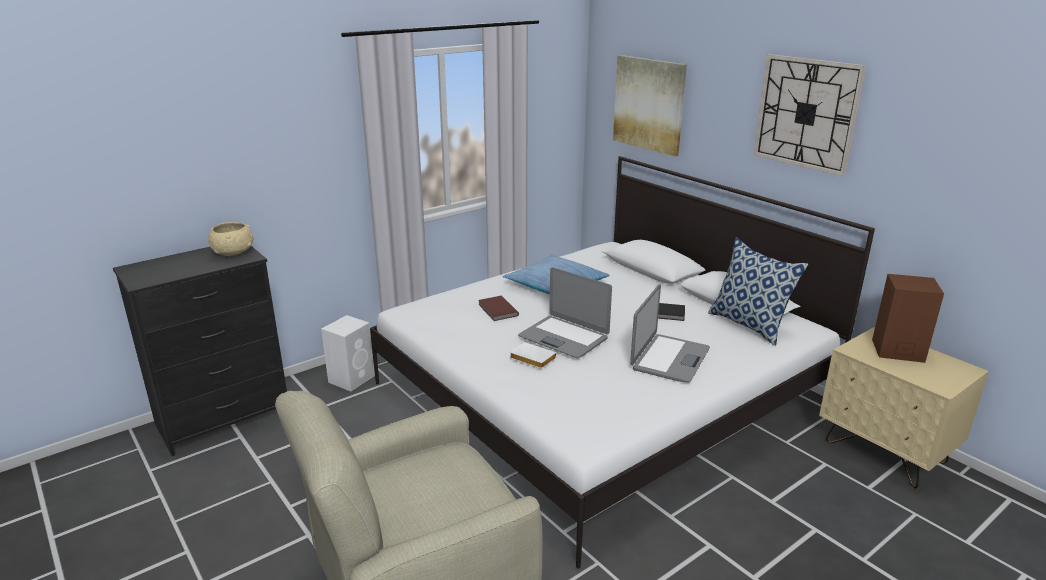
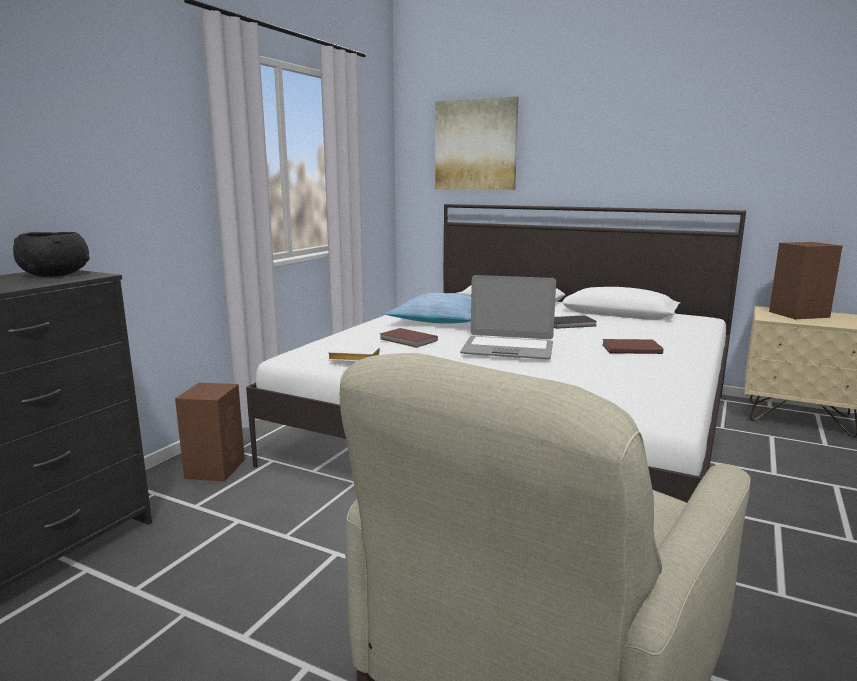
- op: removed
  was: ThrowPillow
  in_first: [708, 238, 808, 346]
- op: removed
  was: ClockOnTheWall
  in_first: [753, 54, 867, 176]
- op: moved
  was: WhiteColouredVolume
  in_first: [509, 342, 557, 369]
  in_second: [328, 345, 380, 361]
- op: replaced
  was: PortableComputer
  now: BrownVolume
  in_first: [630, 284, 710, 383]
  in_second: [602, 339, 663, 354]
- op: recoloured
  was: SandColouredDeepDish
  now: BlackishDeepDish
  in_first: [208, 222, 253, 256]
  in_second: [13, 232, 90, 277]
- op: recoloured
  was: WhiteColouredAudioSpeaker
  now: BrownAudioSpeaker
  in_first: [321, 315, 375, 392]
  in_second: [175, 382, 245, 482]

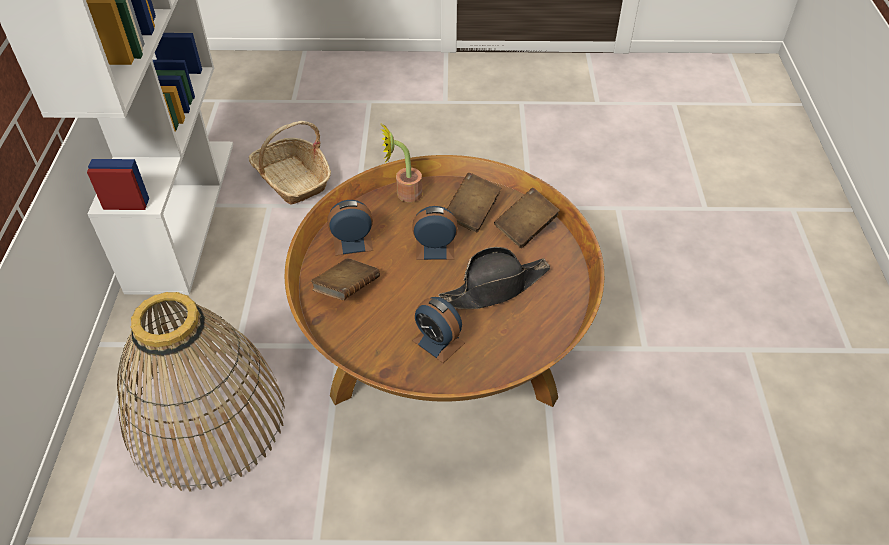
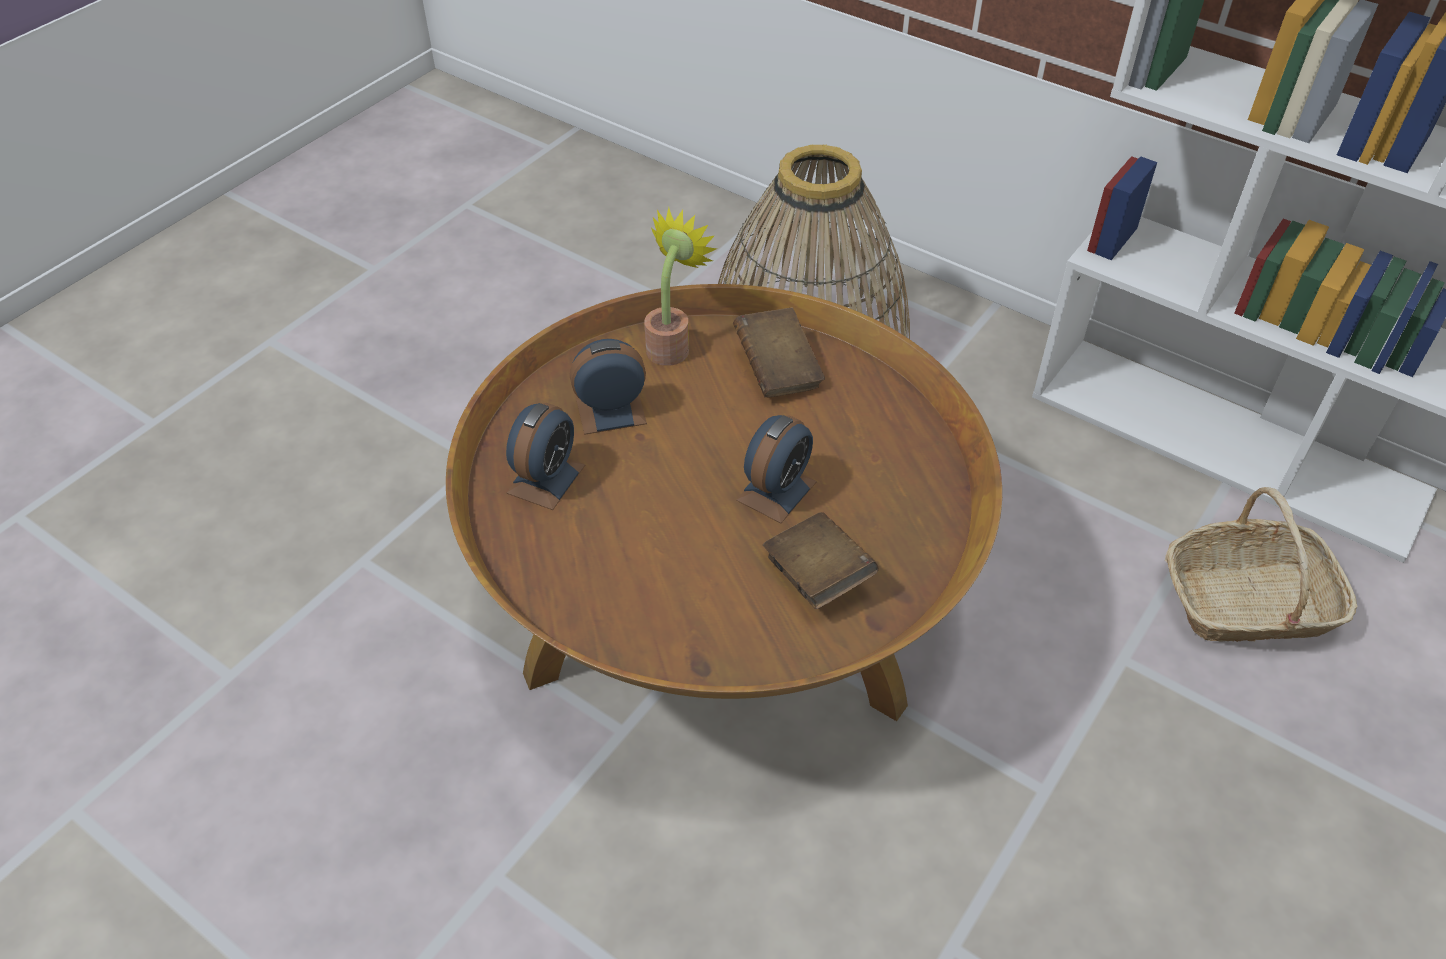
- op: removed
  was: BlackishWearableHat
  in_first: [439, 247, 550, 309]
- op: removed
  was: BrownVolume
  in_first: [494, 188, 560, 248]
- op: moved
  was: TableClock
  in_first: [327, 200, 373, 256]
  in_second: [506, 403, 585, 510]
- op: moved
  was: Houseplant
  in_first: [381, 122, 422, 202]
  in_second: [644, 208, 717, 366]

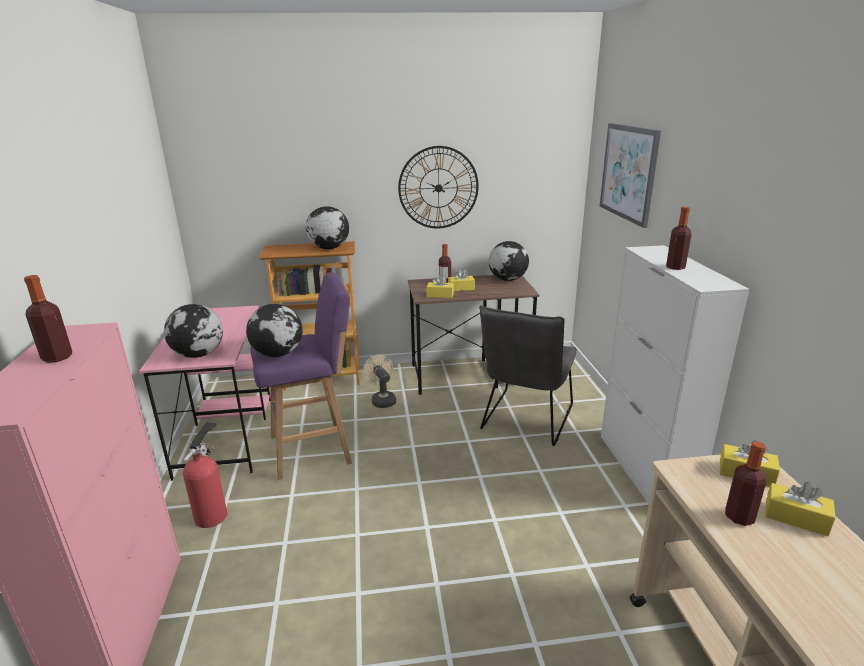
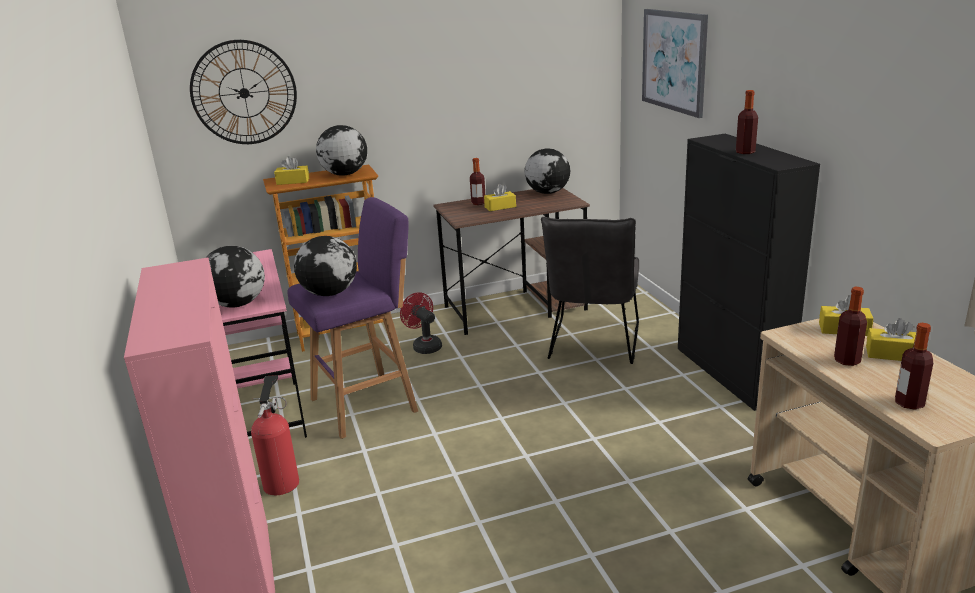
- op: moved
  was: Bottle
  in_first: [24, 275, 73, 363]
  in_second: [895, 323, 933, 410]
- op: moved
  was: ClockOnTheWall
  in_first: [398, 146, 479, 228]
  in_second: [190, 40, 297, 144]
- op: moved
  was: YellowishTissueBox
  in_first: [427, 275, 454, 298]
  in_second: [274, 156, 309, 185]
- op: recoloured
  was: SandColouredFan
  now: RedColouredFan
  in_first: [362, 354, 396, 408]
  in_second: [400, 292, 442, 354]
- op: recoloured
  was: WhiteColouredStorageCabinet
  now: BlackishStorageCabinet
  in_first: [601, 245, 749, 504]
  in_second: [678, 134, 820, 411]

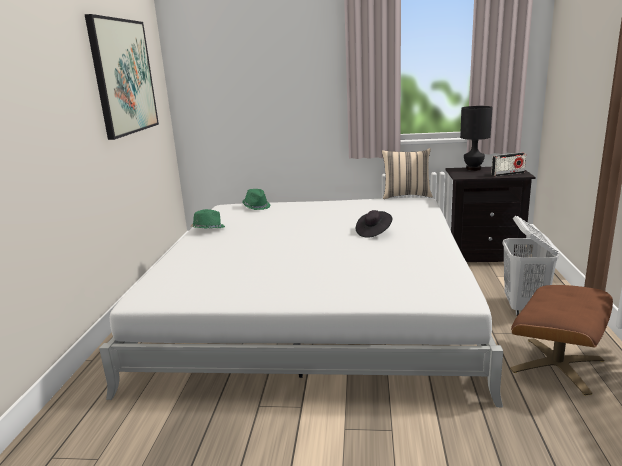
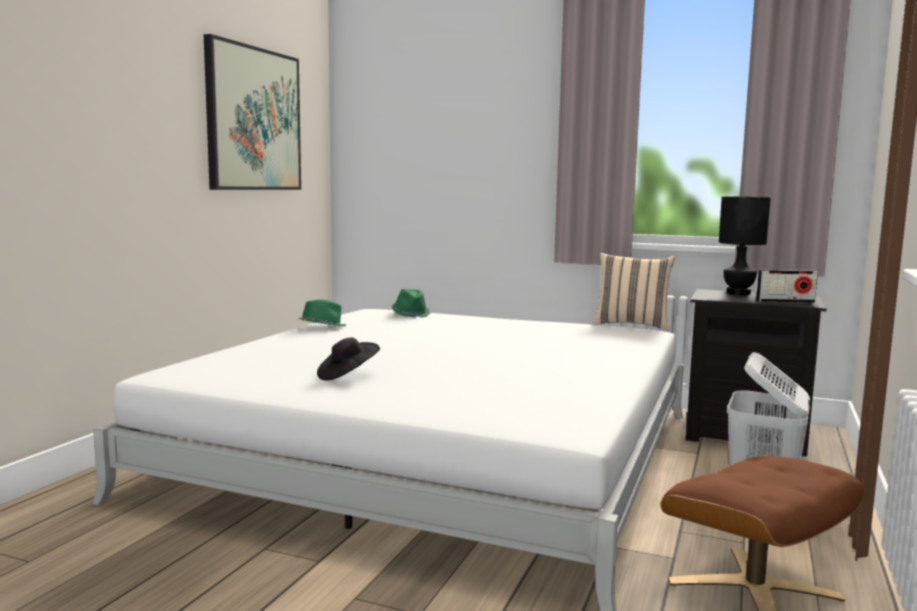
- op: moved
  was: BlackishWearableHat
  in_first: [356, 210, 392, 238]
  in_second: [317, 338, 380, 381]

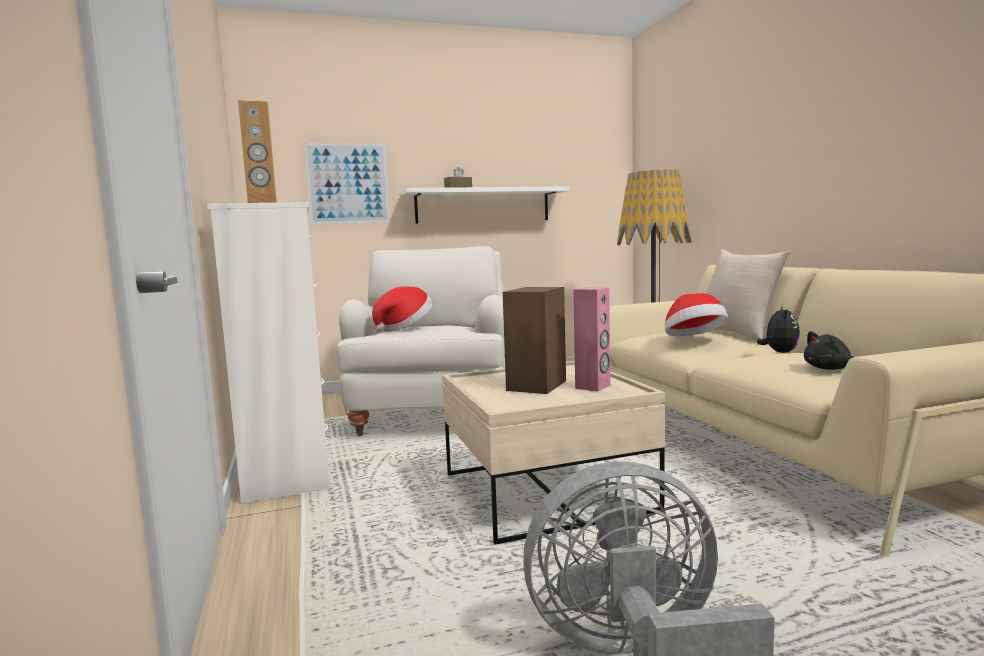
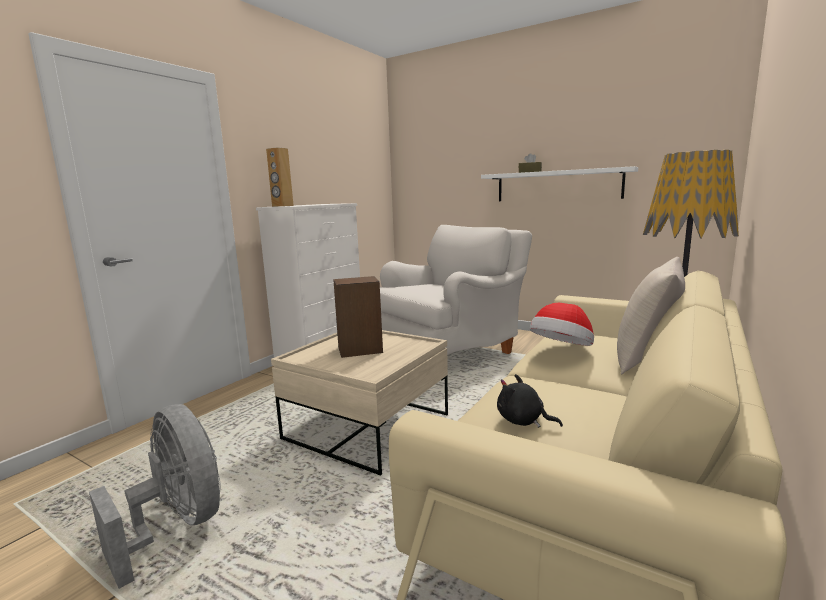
- op: removed
  was: Picture
  in_first: [304, 143, 390, 225]
- op: removed
  was: WearableHat
  in_first: [372, 286, 433, 332]
- op: removed
  was: PinkishAudioSpeaker
  in_first: [573, 287, 610, 392]
- op: removed
  was: SoftToy
  in_first: [757, 305, 800, 353]

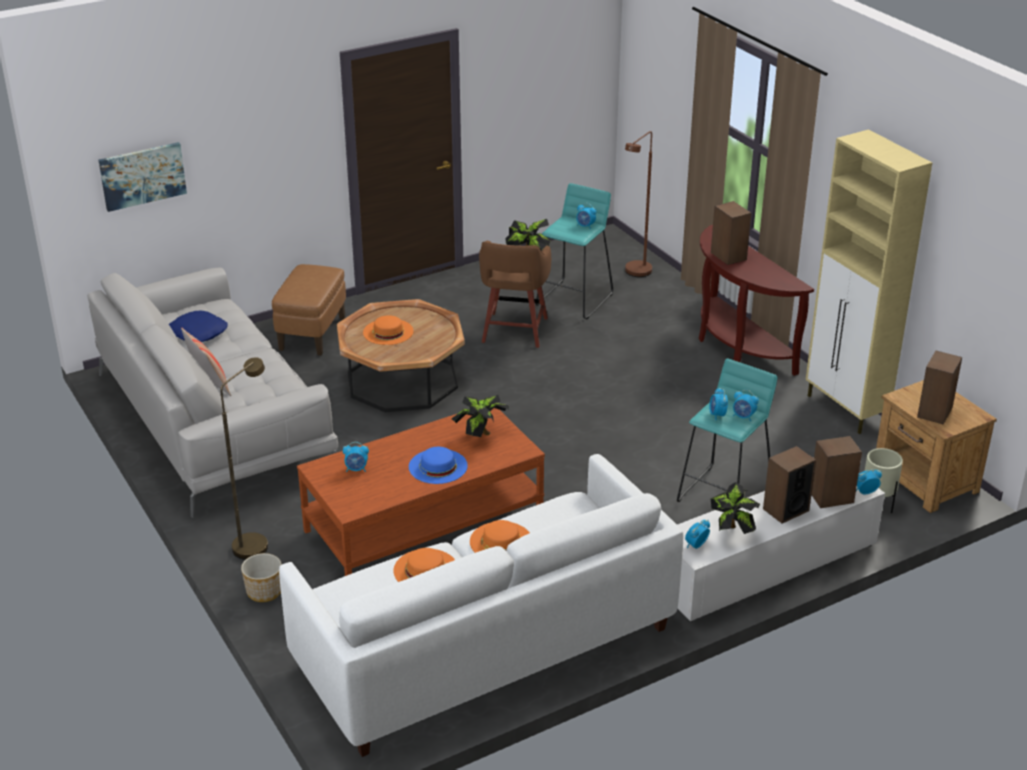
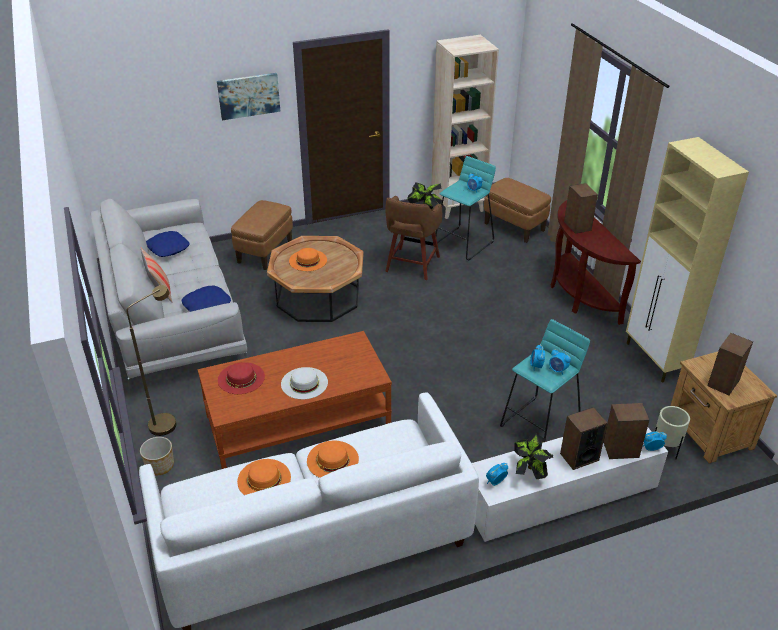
- op: removed
  was: Houseplant
  in_first: [451, 395, 509, 437]
- op: added
  now: BluishThrowPillow
  in_second: [181, 286, 231, 312]
- op: added
  now: SandColouredBookcase
  in_second: [431, 35, 499, 219]
- op: moved
  was: Picture
  in_first: [98, 142, 187, 212]
  in_second: [217, 73, 281, 120]
- op: replaced
  was: TableClock
  now: RedColouredWearableHat
  in_first: [343, 442, 369, 472]
  in_second: [218, 362, 265, 394]
- op: replaced
  was: BrownFloorLamp
  now: BrownFootrest
  in_first: [625, 131, 652, 277]
  in_second: [484, 178, 551, 243]
- op: recoloured
  was: BluishWearableHat
  now: WhiteColouredWearableHat
  in_first: [409, 447, 468, 484]
  in_second: [281, 367, 328, 399]

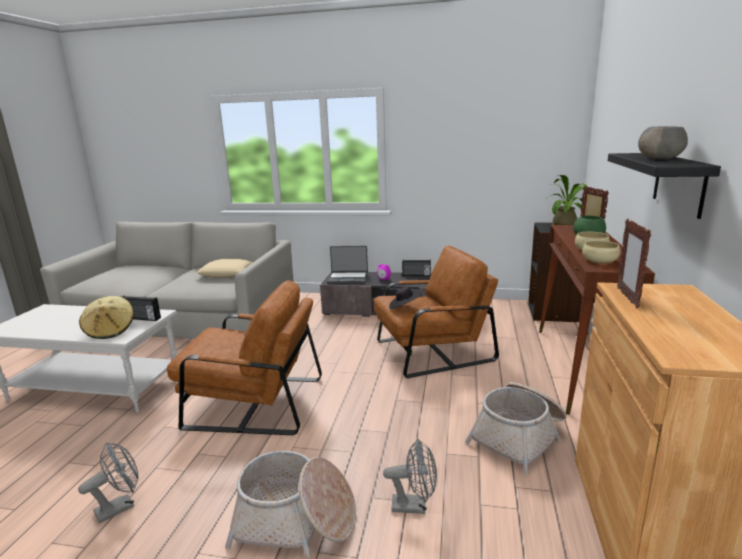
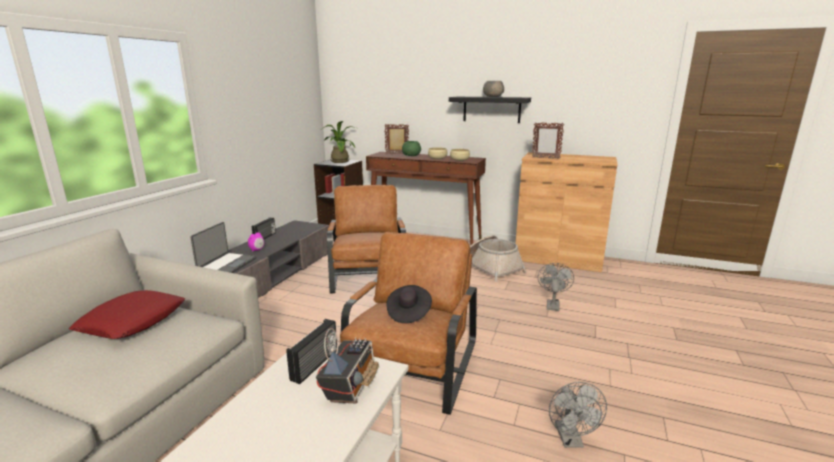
- op: removed
  was: StorageBasket
  in_first: [225, 451, 356, 558]
- op: moved
  was: BlackishWearableHat
  in_first: [389, 287, 422, 309]
  in_second: [387, 285, 432, 323]
- op: replaced
  was: SandColouredWearableHat
  now: Radio
  in_first: [79, 296, 134, 339]
  in_second: [316, 328, 379, 404]
- op: recoloured
  was: SandColouredThrowPillow
  now: RedColouredThrowPillow
  in_first: [196, 259, 253, 278]
  in_second: [69, 290, 185, 339]
- op: turned
  was: GreyFan
  in_first: [78, 442, 138, 523]
  in_second: [549, 382, 607, 448]
  clockwise: -150

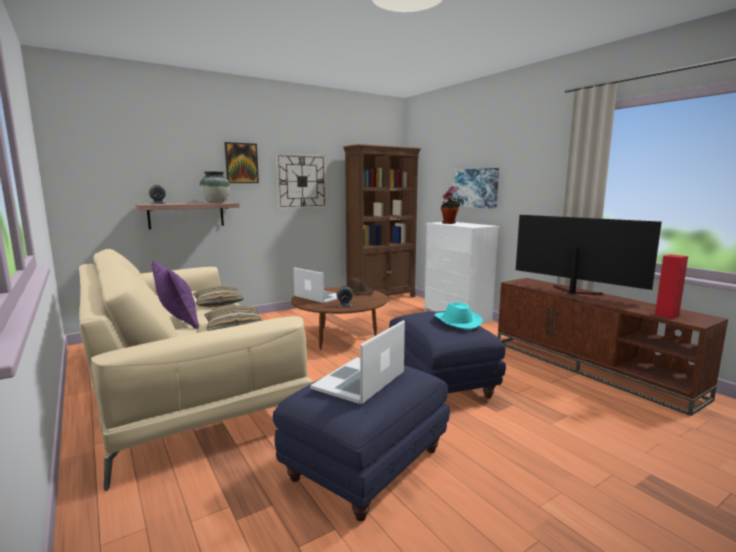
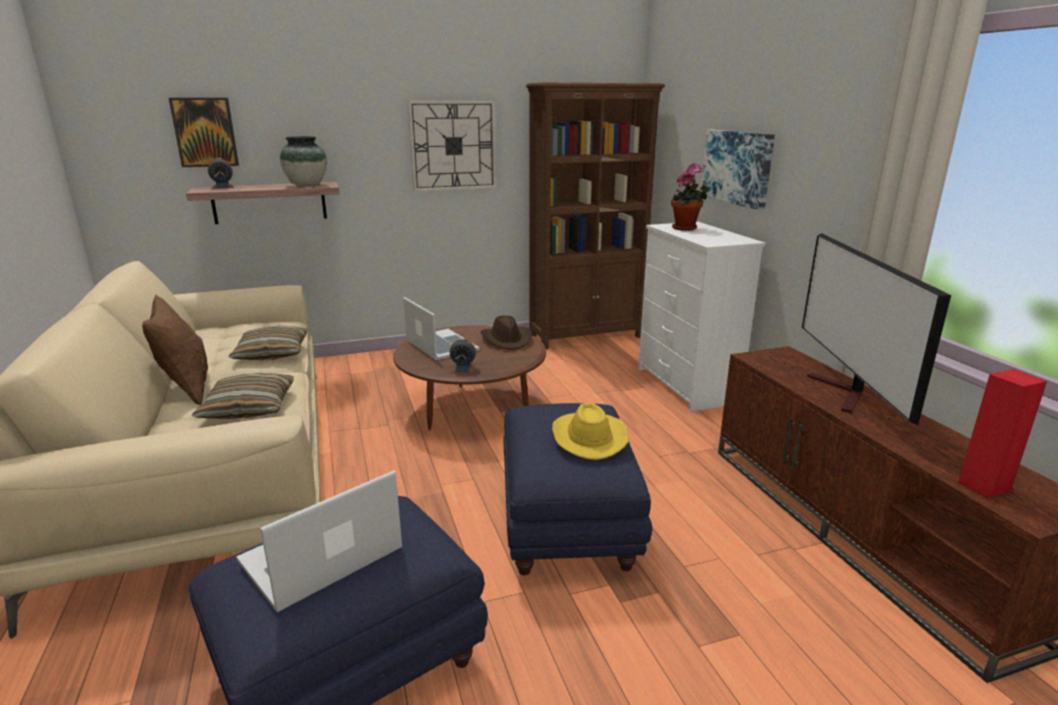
- op: moved
  was: Picture
  in_first: [224, 142, 259, 183]
  in_second: [169, 98, 239, 167]
- op: recoloured
  was: PurpleColouredThrowPillow
  now: BrownThrowPillow
  in_first: [151, 260, 199, 329]
  in_second: [142, 295, 208, 405]
- op: recoloured
  was: TurquoiseWearableHat
  now: YellowishWearableHat
  in_first: [434, 303, 483, 329]
  in_second: [552, 403, 629, 460]
- op: turned
  was: Television
  in_first: [516, 215, 662, 295]
  in_second: [802, 233, 951, 425]
  clockwise: -150

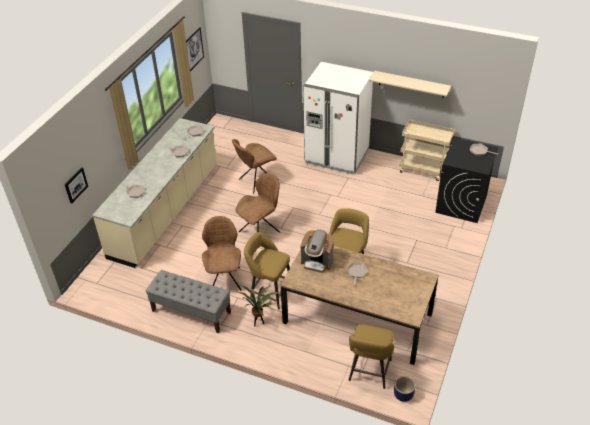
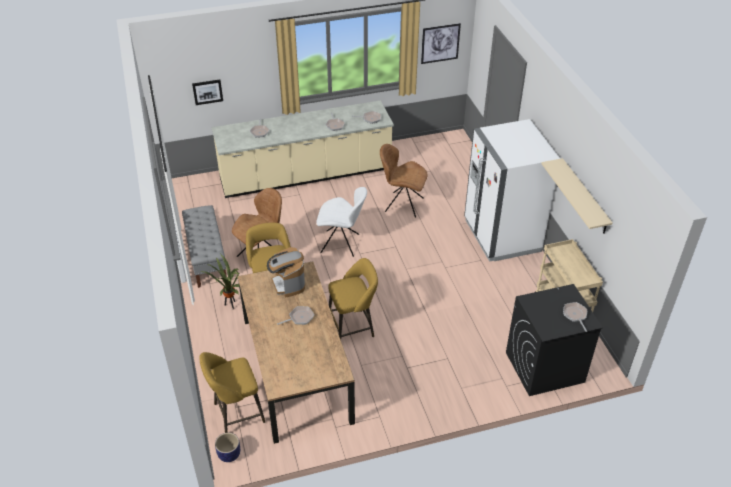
- op: recoloured
  was: BrownChair
  now: WhiteColouredChair
  in_first: [235, 173, 280, 233]
  in_second: [316, 187, 367, 257]

